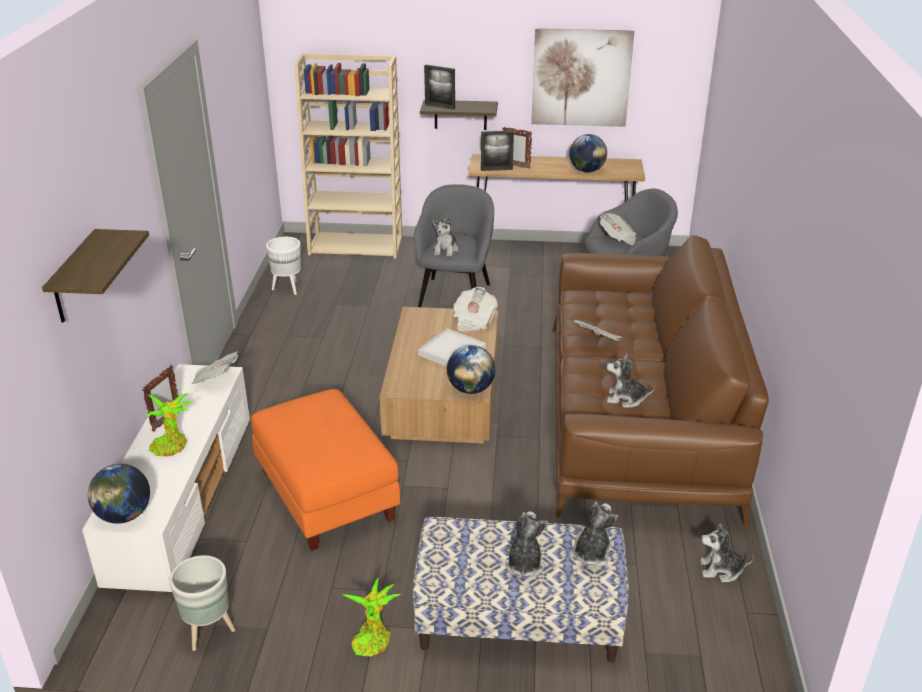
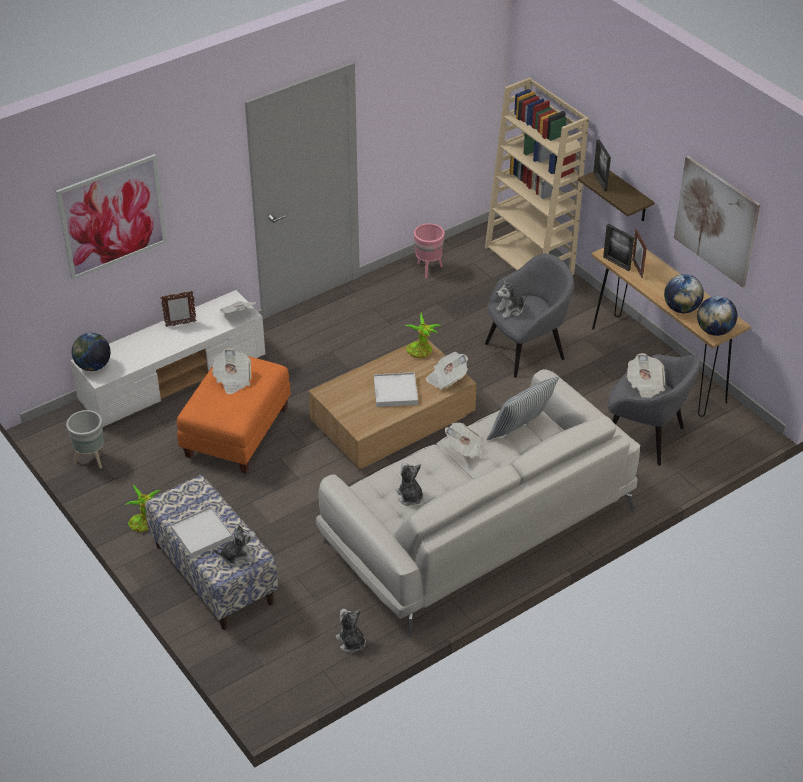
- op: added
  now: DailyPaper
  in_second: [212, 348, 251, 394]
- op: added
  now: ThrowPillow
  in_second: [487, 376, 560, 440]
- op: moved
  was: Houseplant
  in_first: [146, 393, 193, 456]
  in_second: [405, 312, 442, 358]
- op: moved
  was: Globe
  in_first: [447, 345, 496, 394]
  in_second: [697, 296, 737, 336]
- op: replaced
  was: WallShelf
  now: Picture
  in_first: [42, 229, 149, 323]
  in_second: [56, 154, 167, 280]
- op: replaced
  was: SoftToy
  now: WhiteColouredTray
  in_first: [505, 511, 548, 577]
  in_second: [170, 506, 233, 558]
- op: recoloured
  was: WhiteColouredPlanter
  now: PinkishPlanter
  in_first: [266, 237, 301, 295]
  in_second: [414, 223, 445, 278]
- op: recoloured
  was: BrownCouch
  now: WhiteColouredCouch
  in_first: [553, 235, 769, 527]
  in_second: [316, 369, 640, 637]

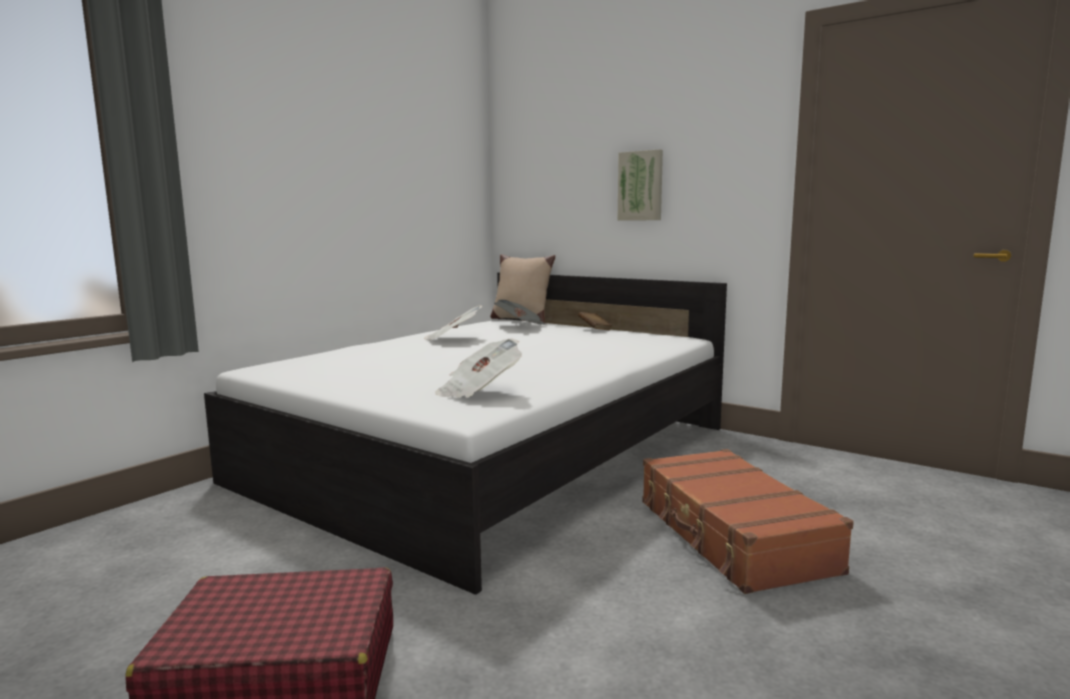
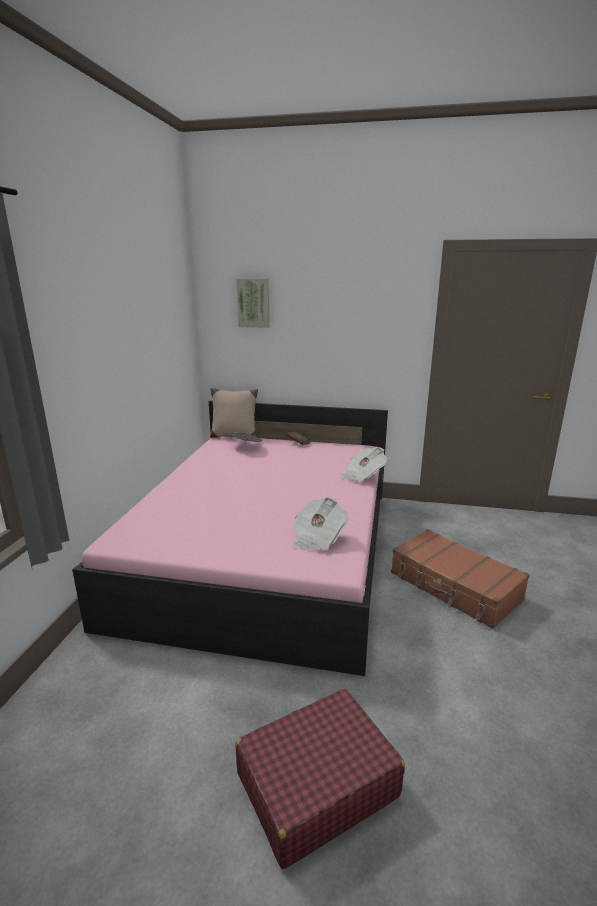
- op: moved
  was: DailyPaper
  in_first: [424, 305, 482, 341]
  in_second: [341, 447, 387, 482]
- op: moved
  was: Picture
  in_first: [617, 149, 663, 221]
  in_second: [236, 278, 270, 328]
- op: recoloured
  was: WhiteColouredBedroomBed
  now: PinkishBedroomBed
  in_first: [204, 272, 727, 595]
  in_second: [72, 401, 388, 676]

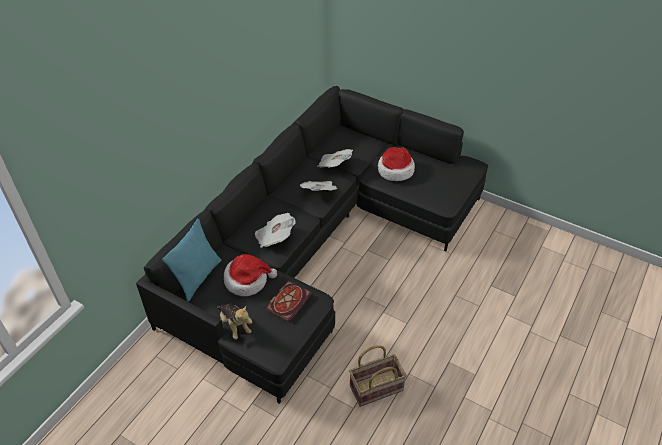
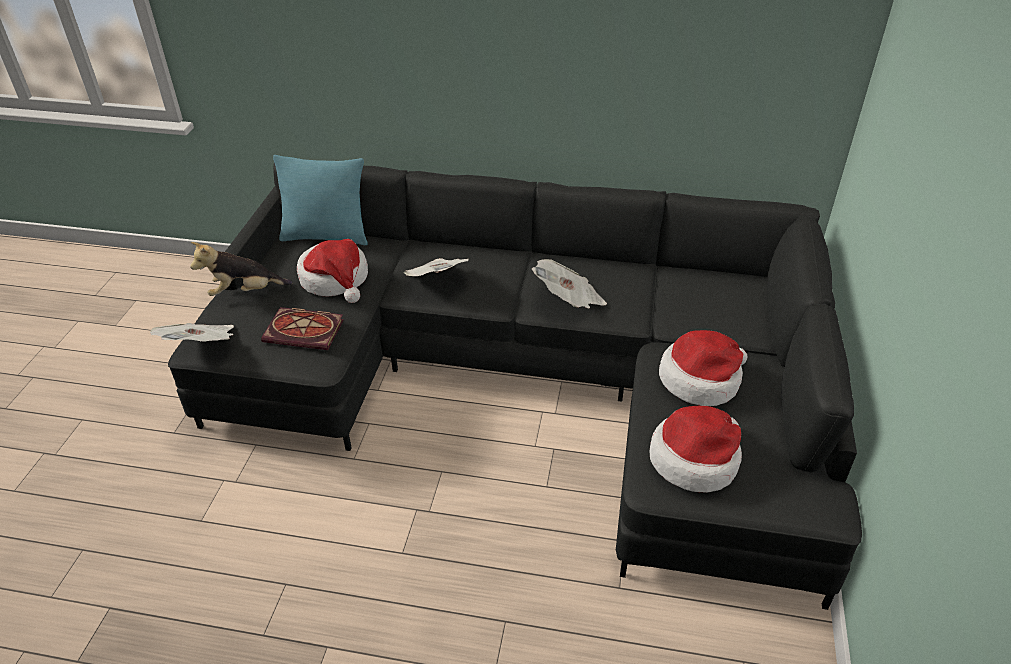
- op: removed
  was: StorageBasket
  in_first: [349, 345, 407, 407]
- op: added
  now: WearableHat
  in_second: [650, 406, 742, 493]
- op: moved
  was: DailyPaper
  in_first: [317, 149, 353, 167]
  in_second: [150, 323, 234, 342]
- op: turned
  was: SoftToy
  in_first: [216, 304, 252, 339]
  in_second: [190, 242, 292, 296]
  clockwise: 45

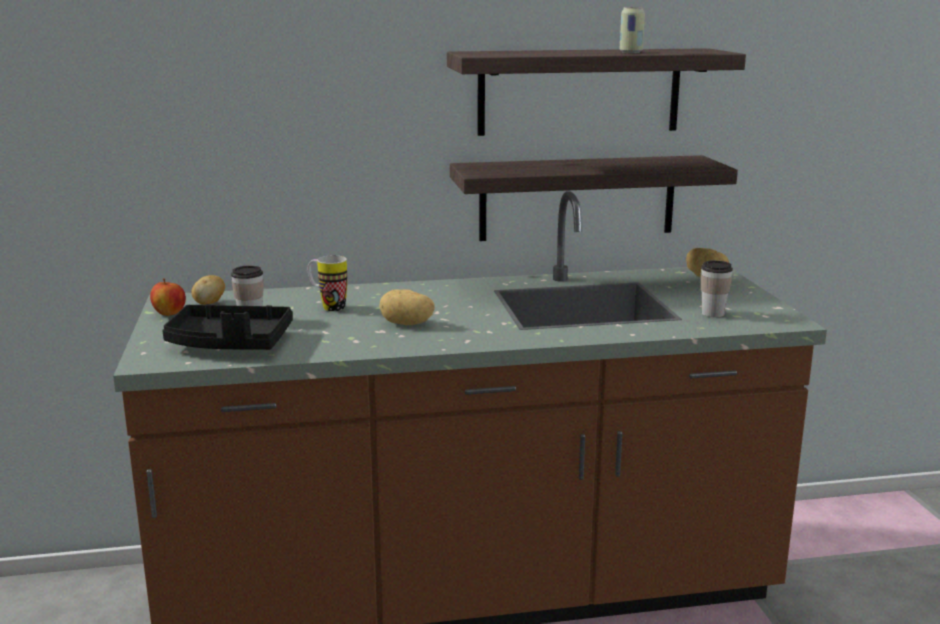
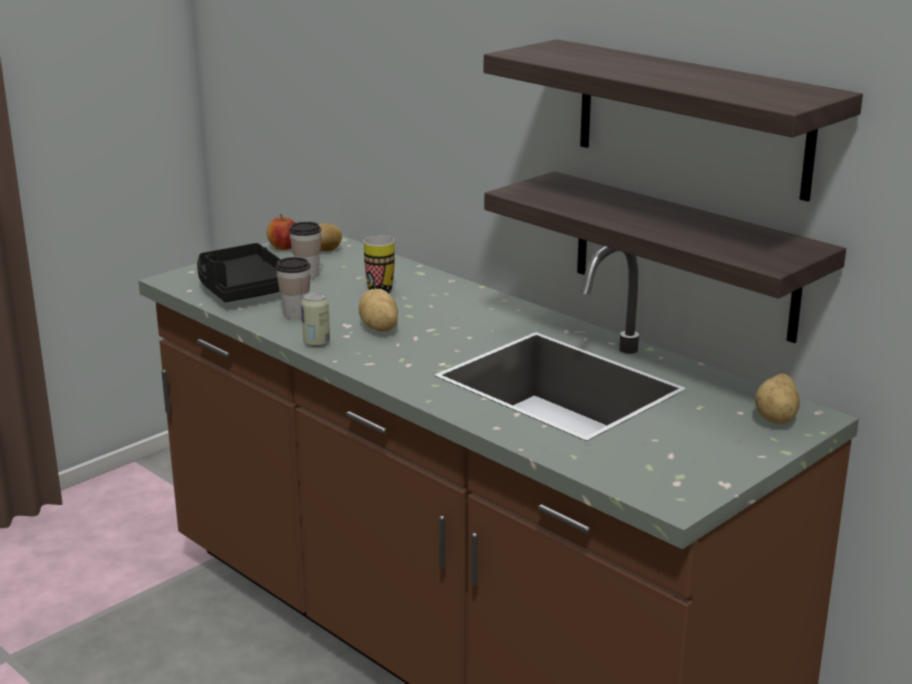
- op: moved
  was: Can
  in_first: [620, 7, 645, 53]
  in_second: [301, 292, 330, 347]
- op: moved
  was: Cup
  in_first: [701, 260, 733, 317]
  in_second: [276, 257, 311, 320]

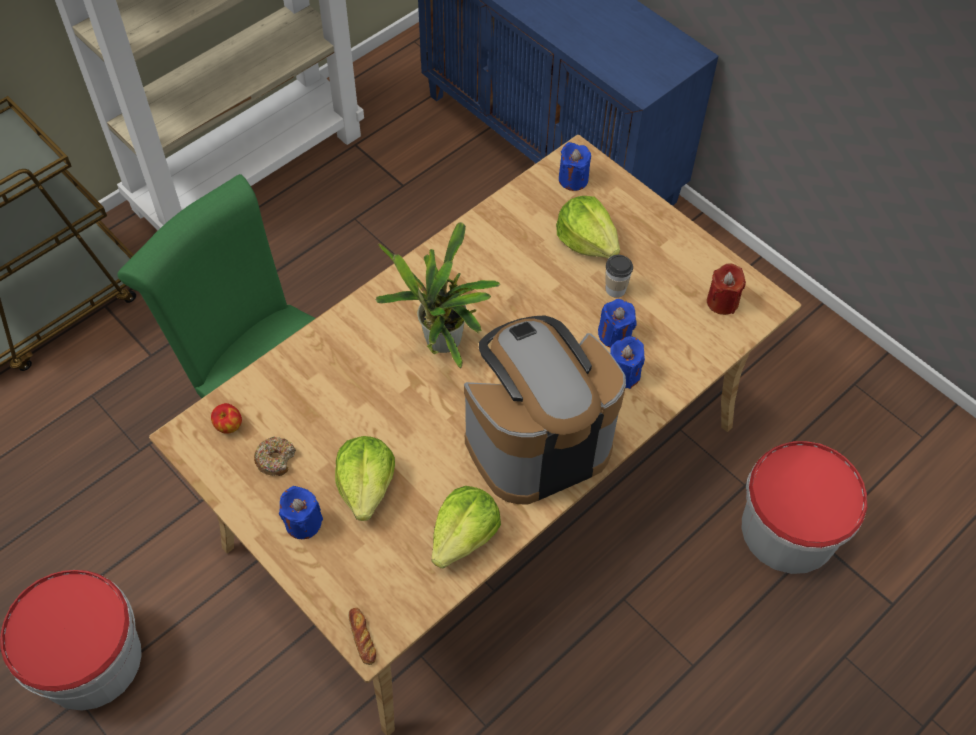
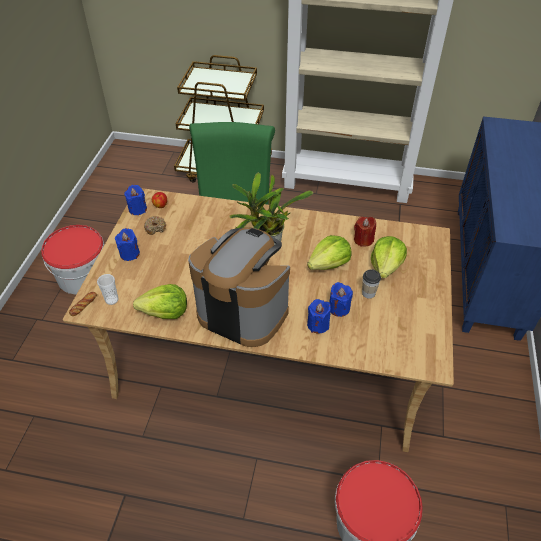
- op: added
  now: Cup
  in_second: [97, 274, 119, 305]
- op: moved
  was: LettuceHead
  in_first: [335, 436, 395, 521]
  in_second: [307, 235, 352, 270]
- op: moved
  was: BluishCandle
  in_first: [559, 142, 591, 191]
  in_second: [124, 185, 147, 215]
- op: moved
  was: RedColouredCandle
  in_first: [707, 263, 746, 315]
  in_second: [354, 216, 376, 247]

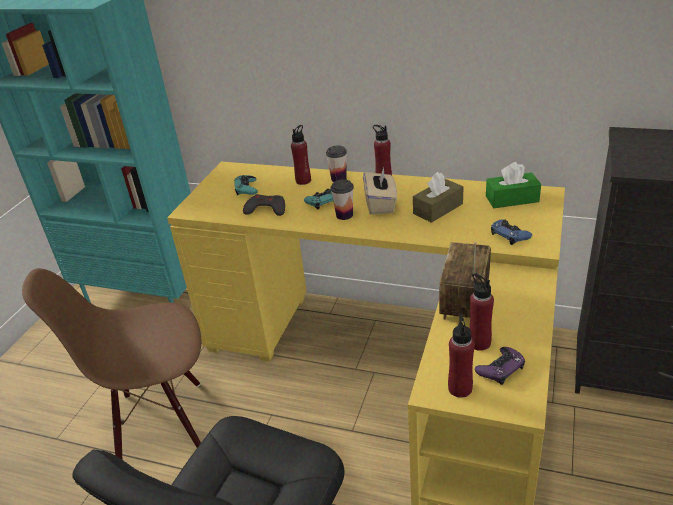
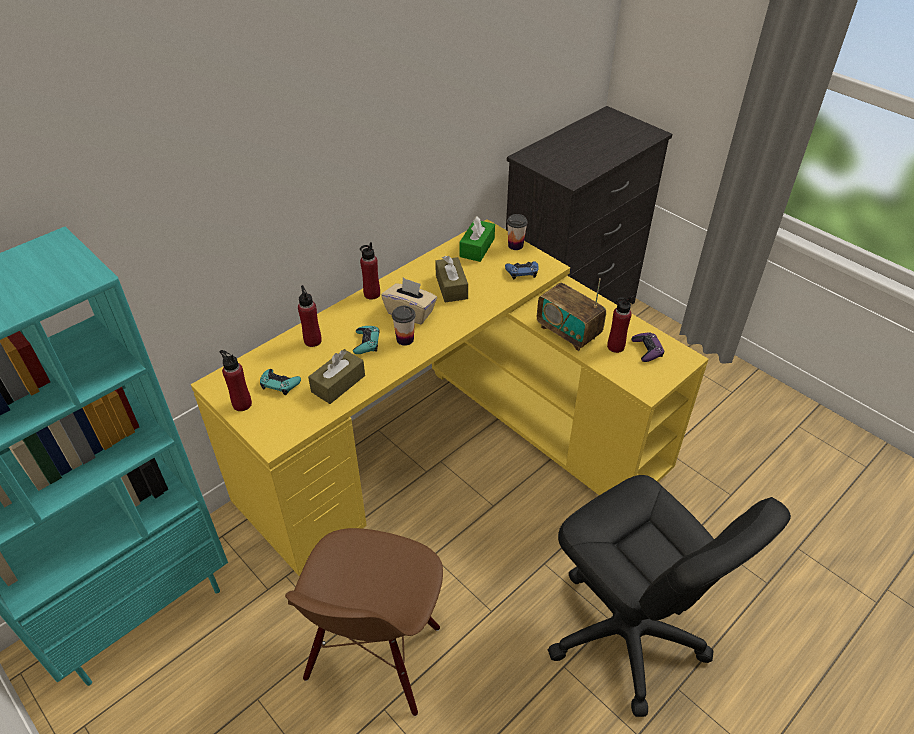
- op: moved
  was: Cup
  in_first: [326, 146, 347, 182]
  in_second: [507, 214, 528, 250]
- op: moved
  was: RedColouredBottle
  in_first: [448, 314, 475, 398]
  in_second: [219, 350, 252, 411]
- op: replaced
  was: GreyGameController
  now: BrownTissueBox
  in_first: [243, 194, 285, 216]
  in_second: [308, 349, 365, 404]

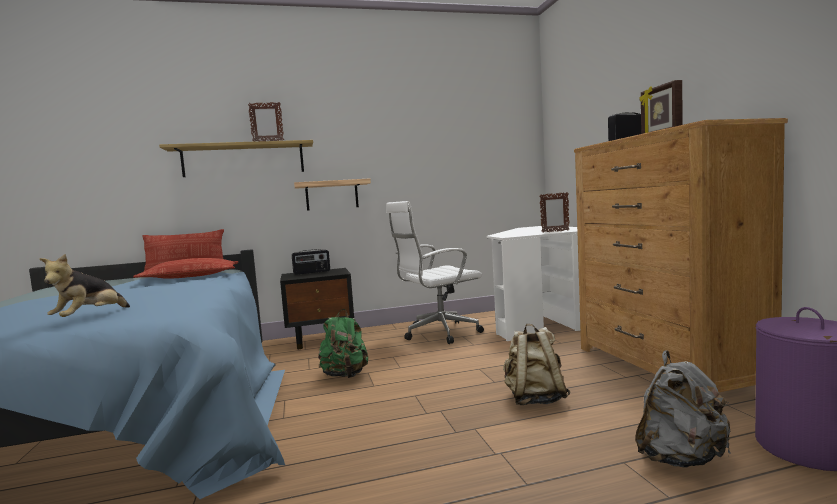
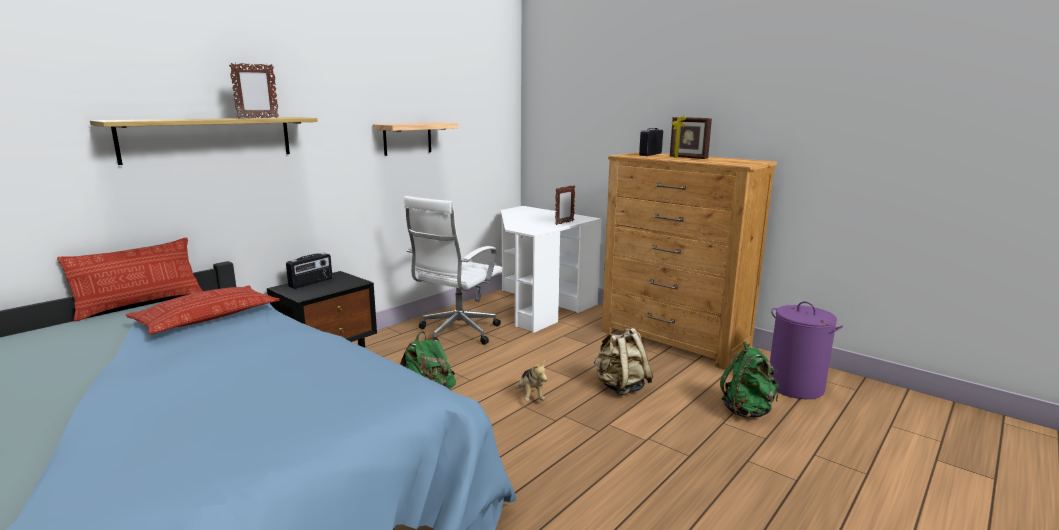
- op: moved
  was: SoftToy
  in_first: [39, 254, 130, 317]
  in_second: [515, 361, 547, 401]
- op: moved
  was: WallShelf
  in_first: [294, 178, 371, 211]
  in_second: [373, 122, 458, 156]
- op: recoloured
  was: GreyRucksack
  now: GreenRucksack
  in_first: [635, 350, 731, 468]
  in_second: [720, 342, 779, 418]

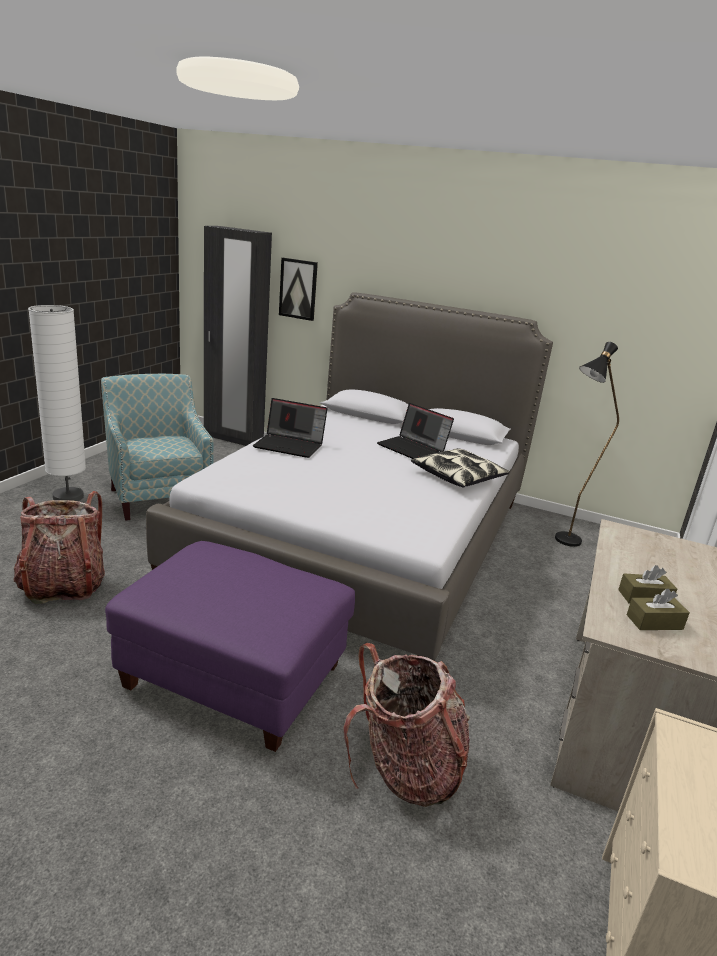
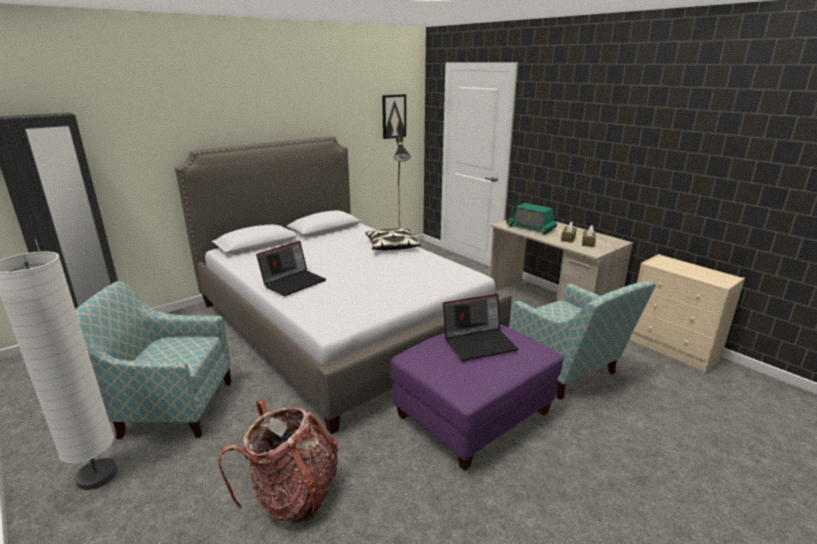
- op: added
  now: Radio
  in_second: [506, 203, 557, 235]
- op: moved
  was: Picture
  in_first: [279, 258, 318, 321]
  in_second: [382, 94, 406, 139]
- op: moved
  was: PortableComputer
  in_first: [377, 403, 454, 459]
  in_second: [443, 294, 518, 361]
- op: replaced
  was: Rucksack
  now: Armchair
  in_first: [343, 643, 470, 807]
  in_second: [511, 281, 656, 400]

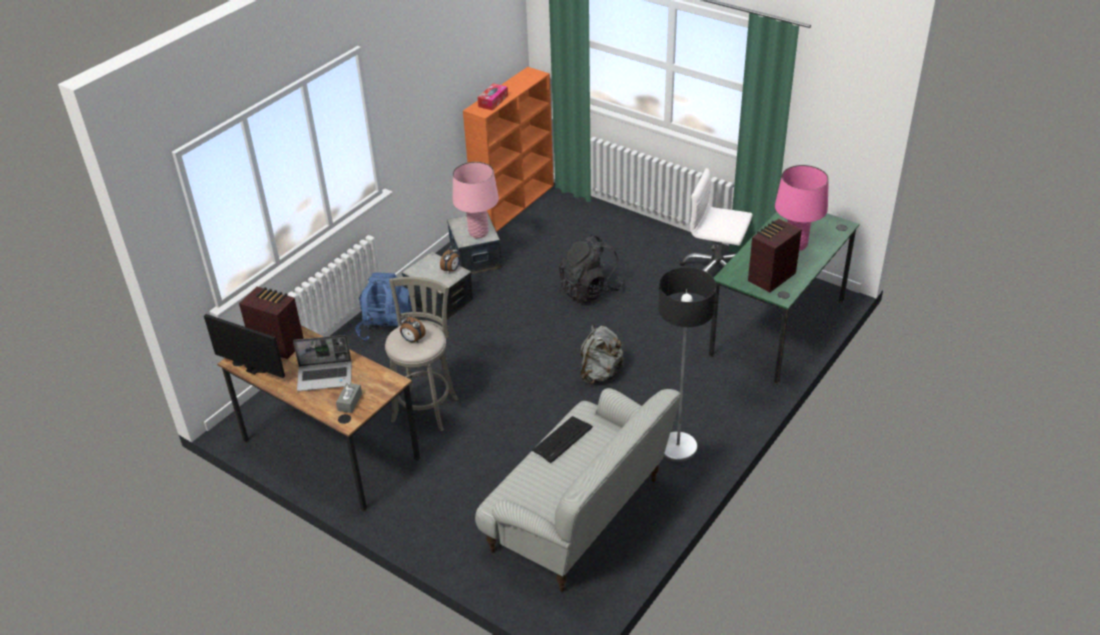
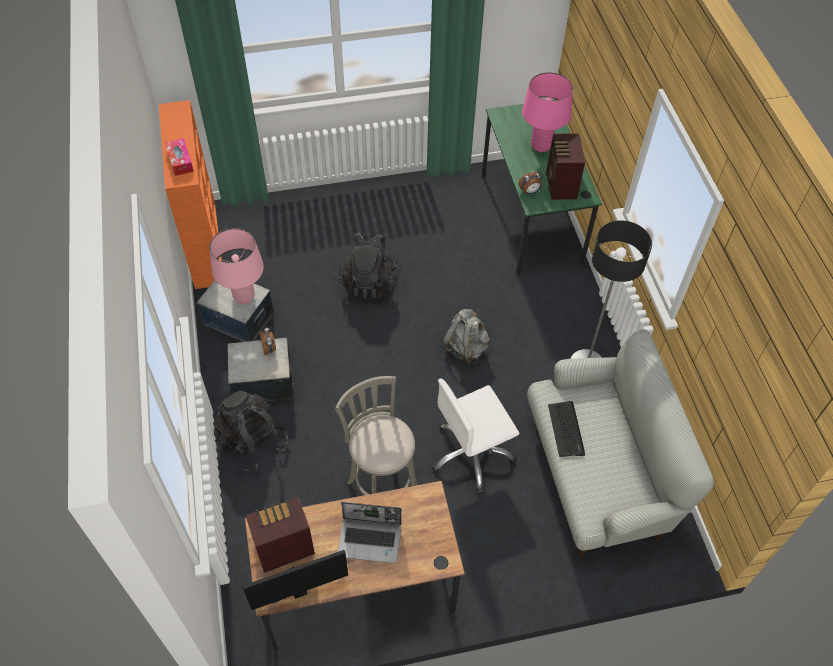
- op: removed
  was: GreyTissueBox
  in_first: [336, 382, 362, 413]
- op: moved
  was: TableClock
  in_first: [399, 314, 426, 342]
  in_second: [519, 171, 543, 194]
- op: moved
  was: WhiteColouredOfficeChair
  in_first: [680, 168, 753, 272]
  in_second: [432, 379, 519, 494]
- op: recoloured
  was: BluishRucksack
  now: BlackishRucksack
  in_first: [355, 273, 413, 341]
  in_second: [213, 391, 288, 471]
- op: turned
  was: PortableComputer
  in_first: [293, 335, 352, 391]
  in_second: [338, 502, 401, 563]
  clockwise: 60

